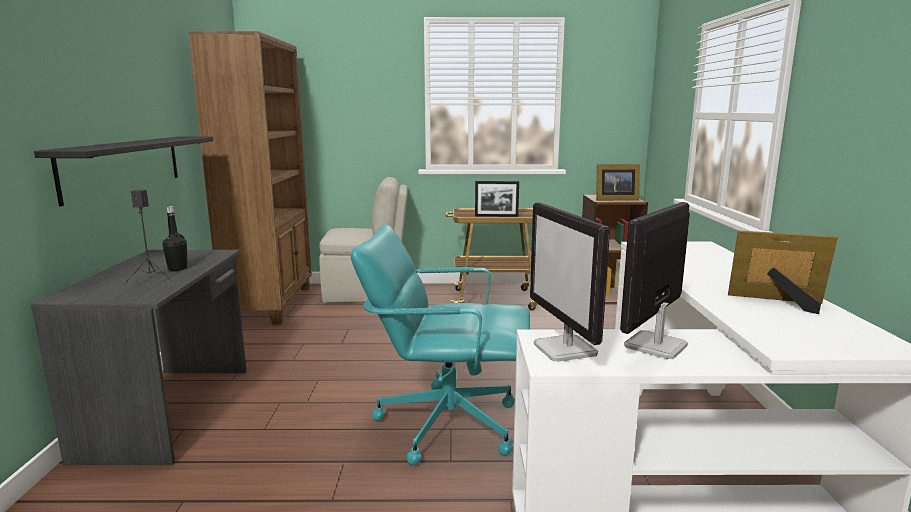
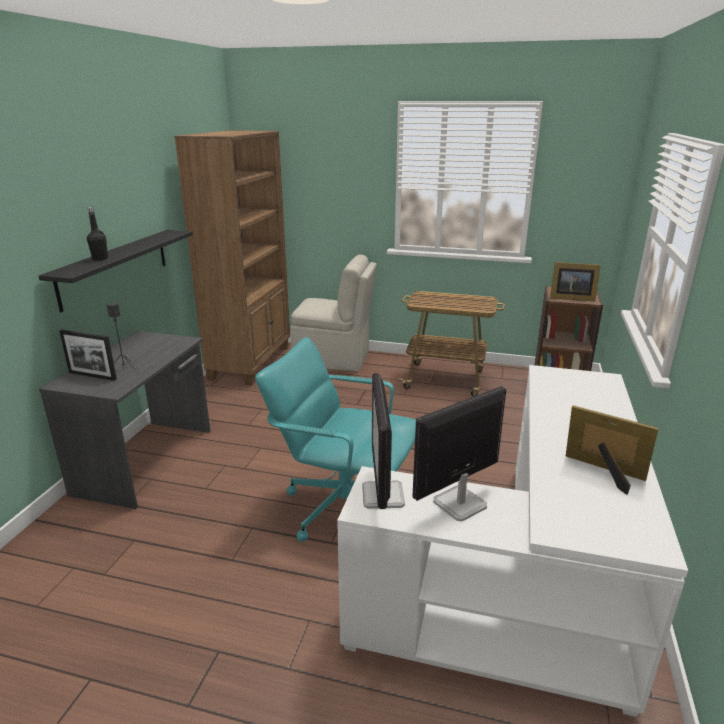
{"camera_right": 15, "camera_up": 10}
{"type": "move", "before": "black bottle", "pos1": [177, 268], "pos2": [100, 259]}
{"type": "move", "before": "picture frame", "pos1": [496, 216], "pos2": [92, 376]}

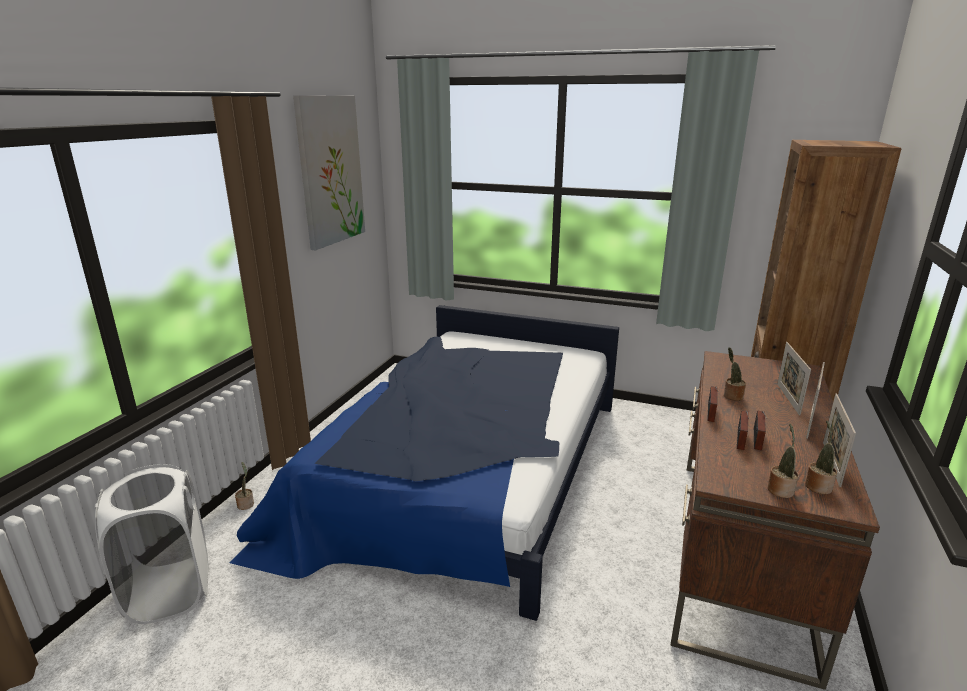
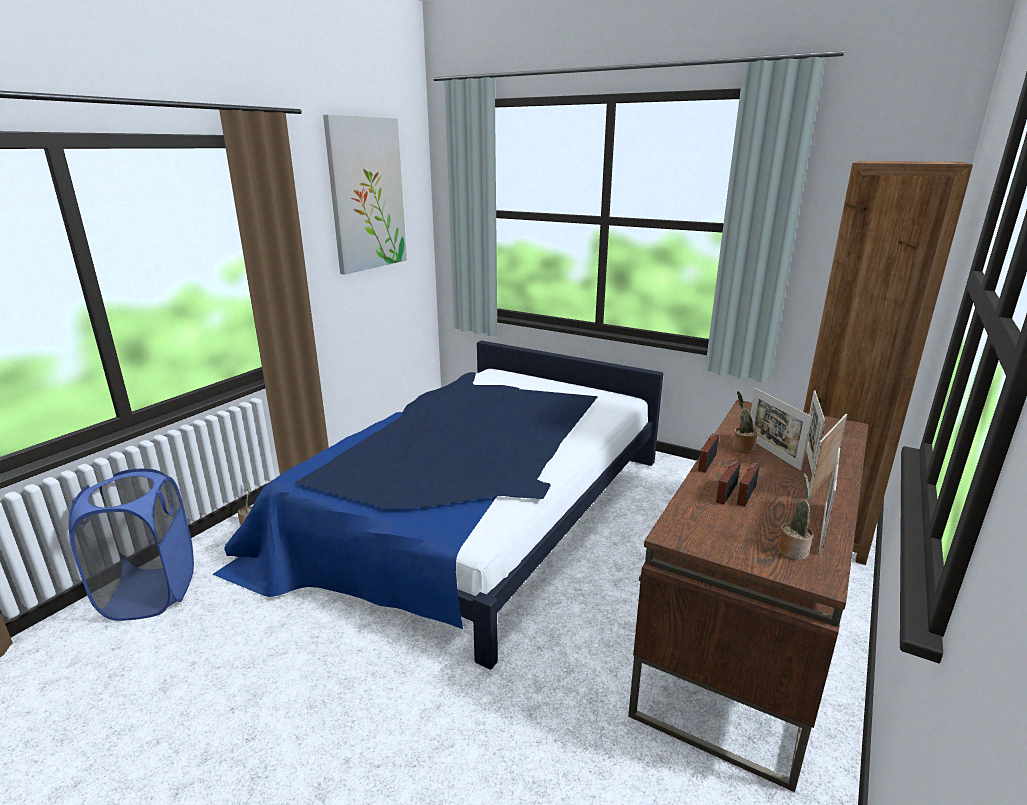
{"camera_right": 10, "camera_up": 0}
{"type": "delete", "before": "potted plant", "pos1": [780, 489]}
{"type": "insert", "after": "picture frame", "pos2": [772, 453]}
{"type": "recolor", "before": "white laundry basket", "after": "blue laundry basket", "pos1": [169, 590], "pos2": [150, 593]}

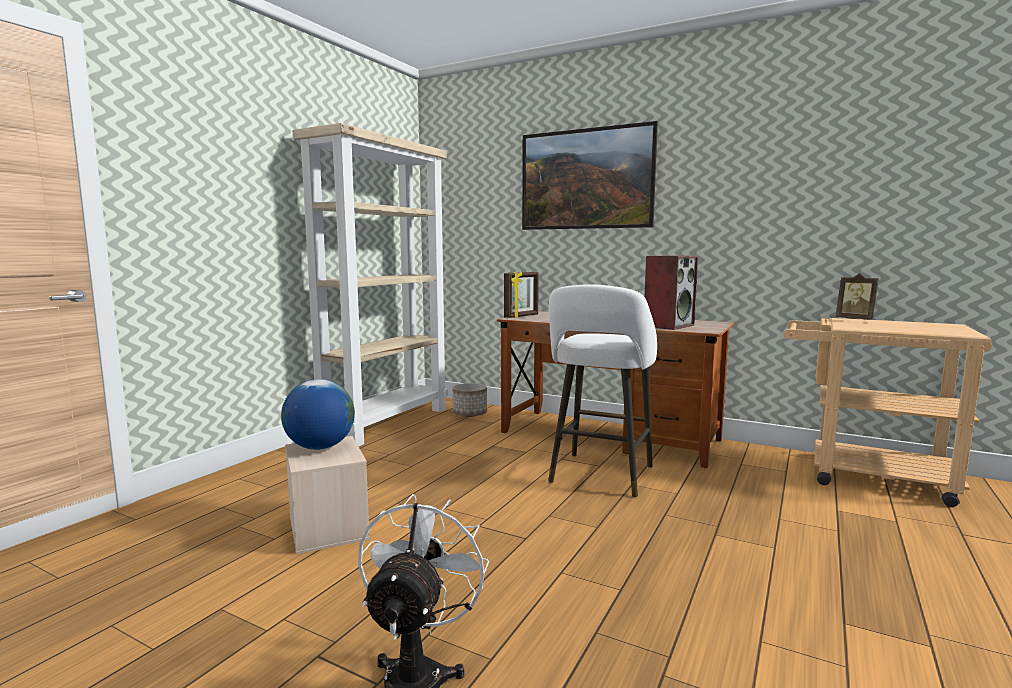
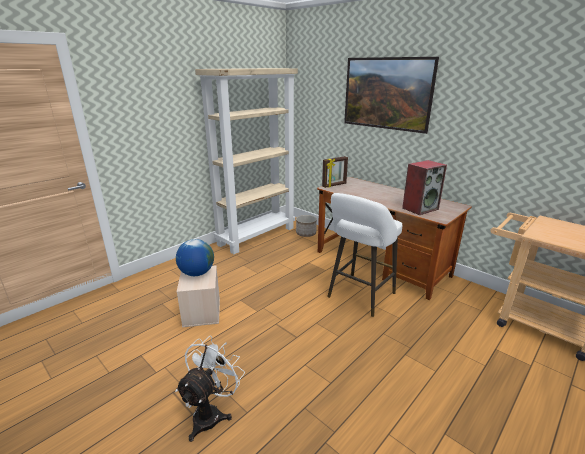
{"camera_right": 15, "camera_up": 15}
{"type": "delete", "before": "picture frame", "pos1": [855, 319]}

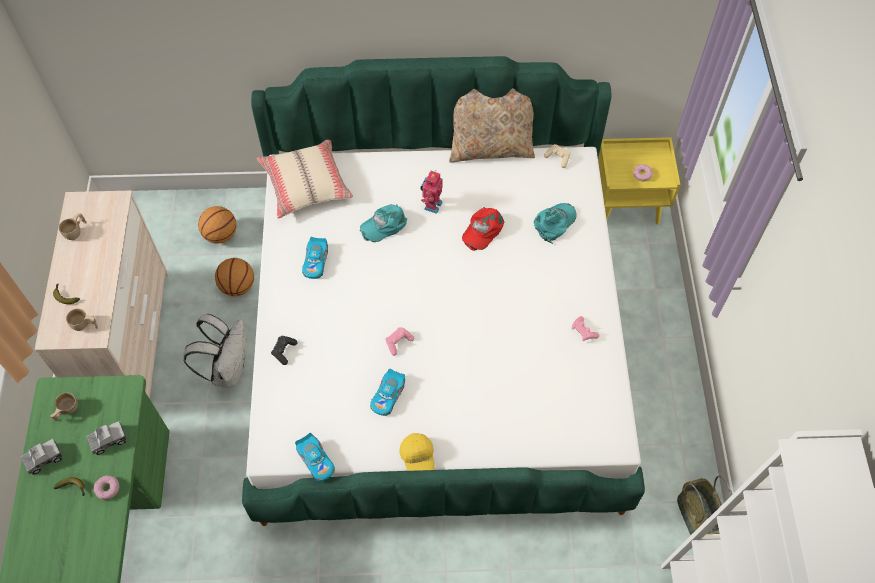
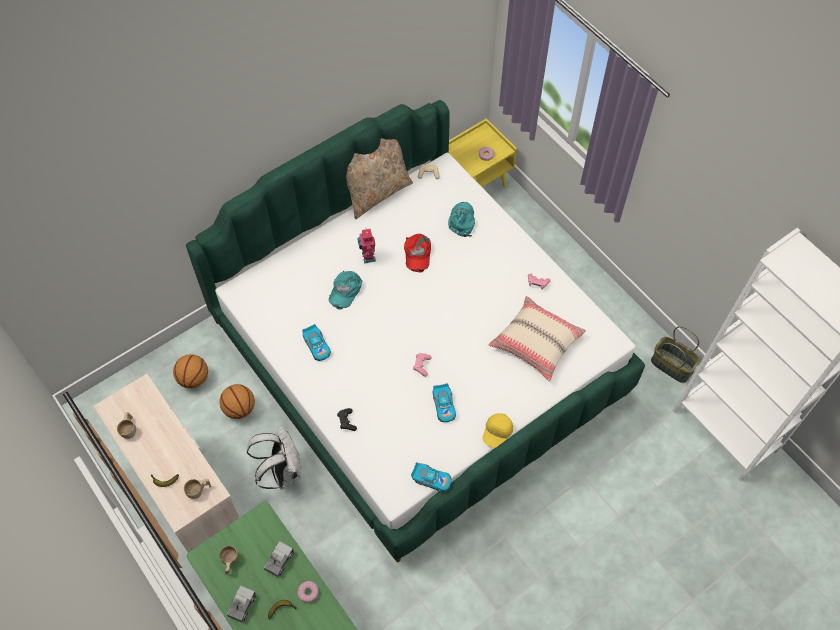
{"camera_right": -35, "camera_up": 0}
{"type": "move", "before": "beige pillow", "pos1": [305, 184], "pos2": [536, 343]}
{"type": "rotate", "before": "yellow cap", "pos1": [418, 458], "pos2": [497, 433], "turn": 75}

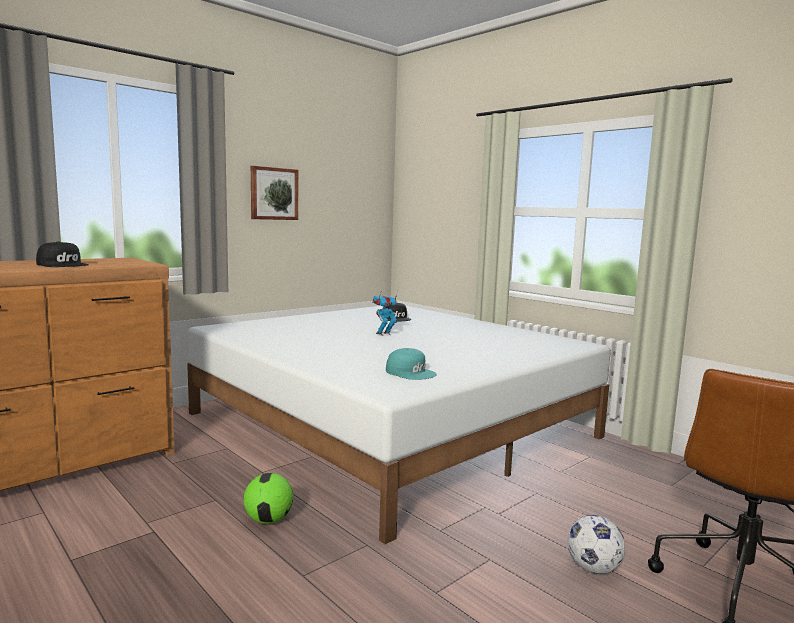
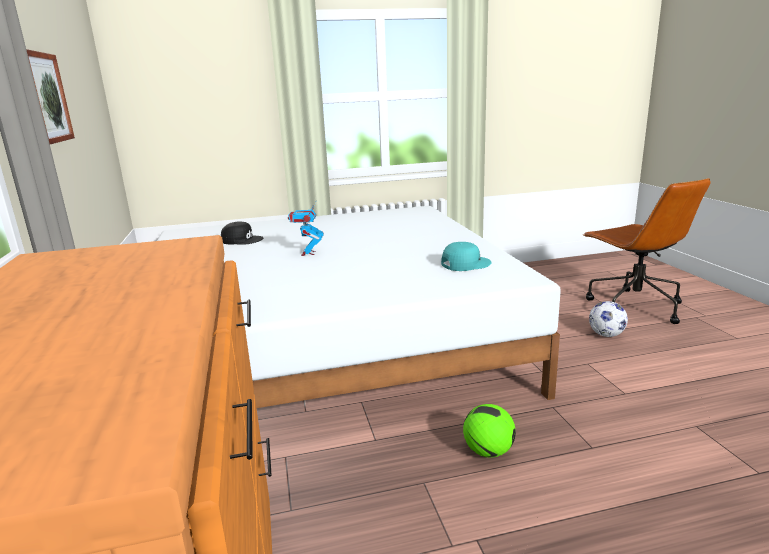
{"camera_right": -60, "camera_up": 10}
{"type": "delete", "before": "black cap", "pos1": [63, 265]}

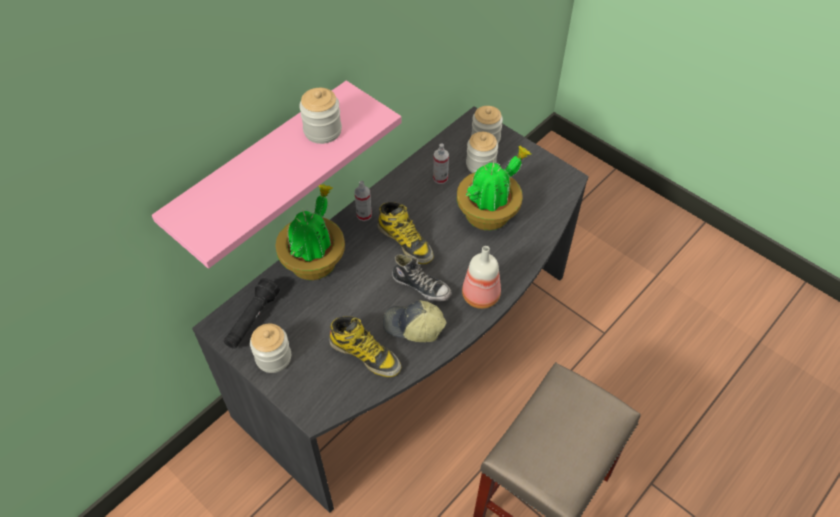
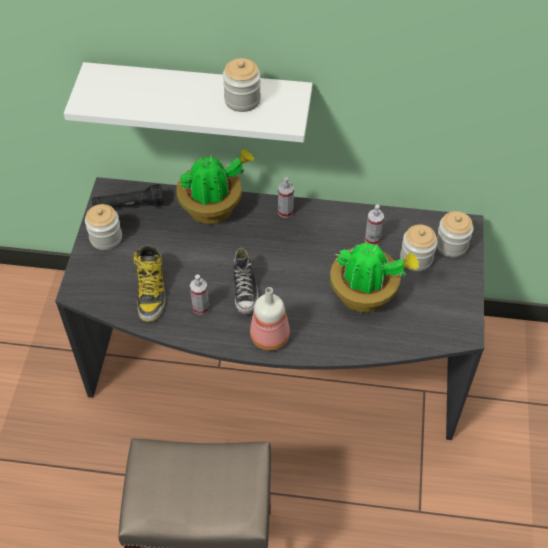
{"camera_right": 55, "camera_up": 0}
{"type": "delete", "before": "boot", "pos1": [405, 241]}
{"type": "replace", "before": "cap", "after": "spray bottle", "pos1": [413, 327], "pos2": [201, 307]}
{"type": "recolor", "before": "pink shelf", "after": "white shelf", "pos1": [261, 167], "pos2": [198, 96]}

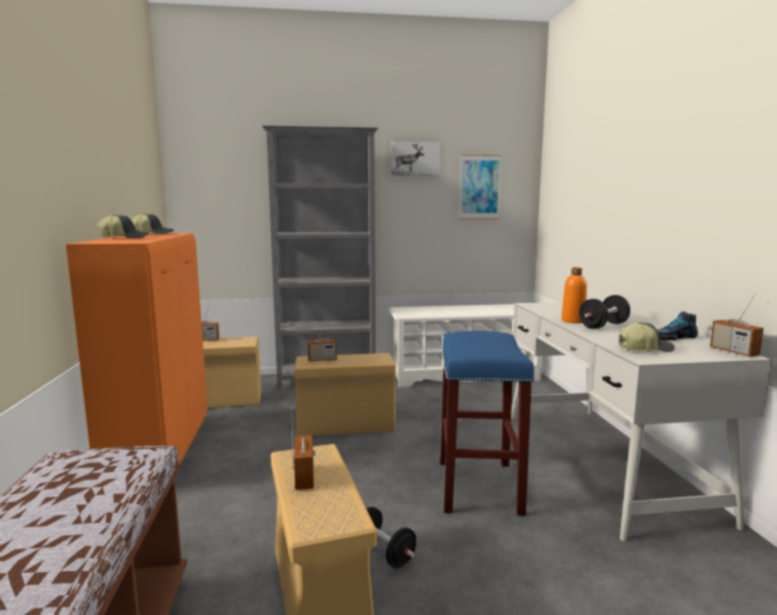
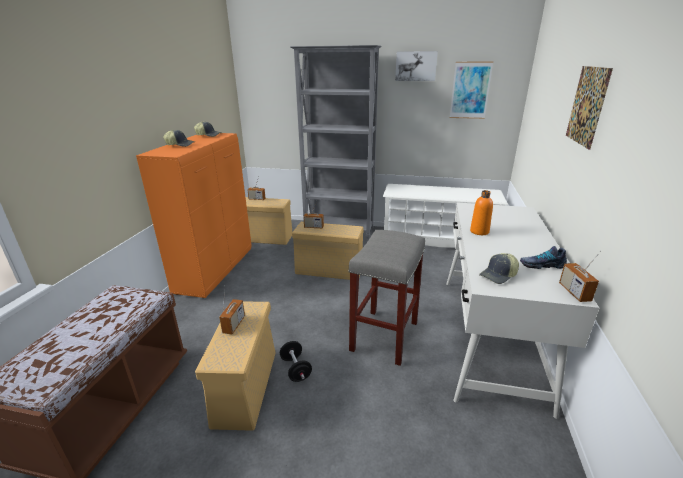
{"camera_right": 20, "camera_up": 15}
{"type": "delete", "before": "black dumbbell", "pos1": [603, 326]}
{"type": "insert", "after": "picture", "pos2": [587, 106]}
{"type": "recolor", "before": "blue stool", "after": "grey stool", "pos1": [477, 485], "pos2": [384, 335]}
{"type": "rotate", "before": "cap", "pos1": [644, 348], "pos2": [499, 275], "turn": 135}

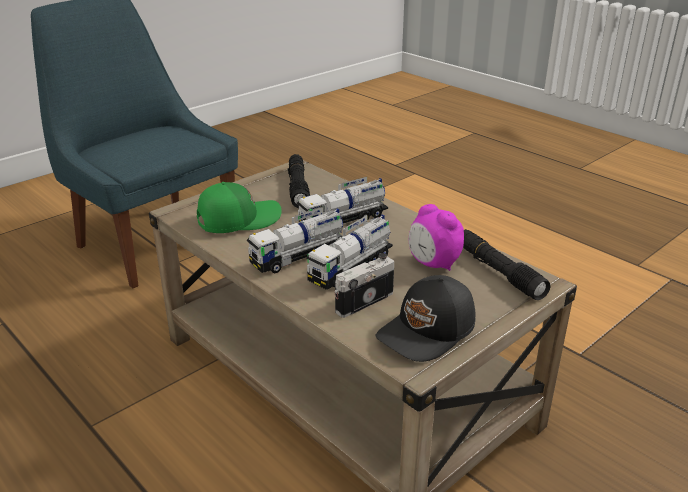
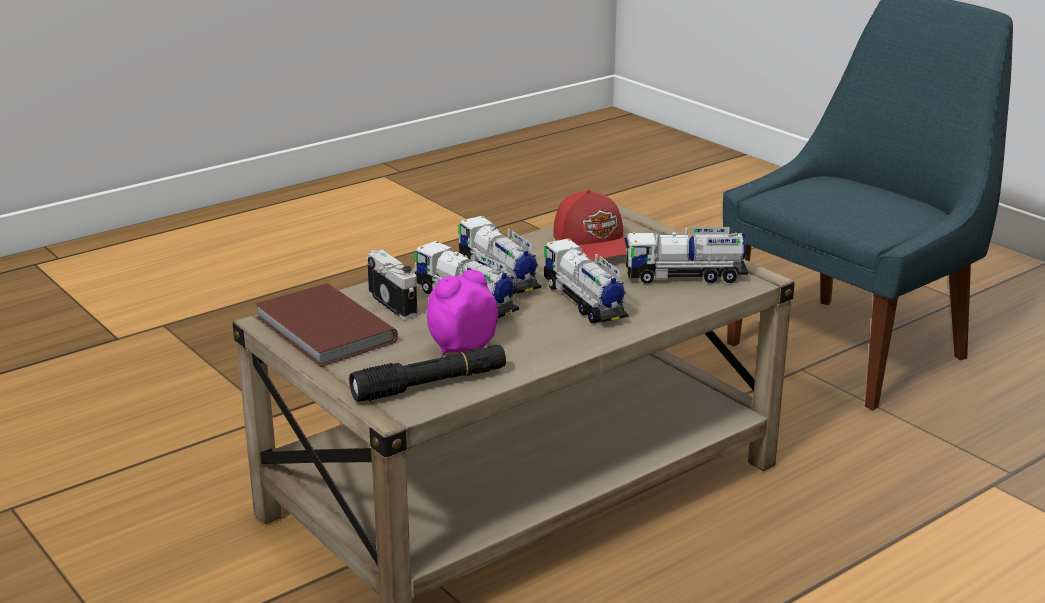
{"camera_right": 95, "camera_up": -5}
{"type": "replace", "before": "black flashlight", "after": "toy truck", "pos1": [298, 187], "pos2": [684, 276]}
{"type": "replace", "before": "black cap", "after": "brown book", "pos1": [428, 332], "pos2": [323, 331]}
{"type": "recolor", "before": "green cap", "after": "red cap", "pos1": [238, 219], "pos2": [594, 245]}

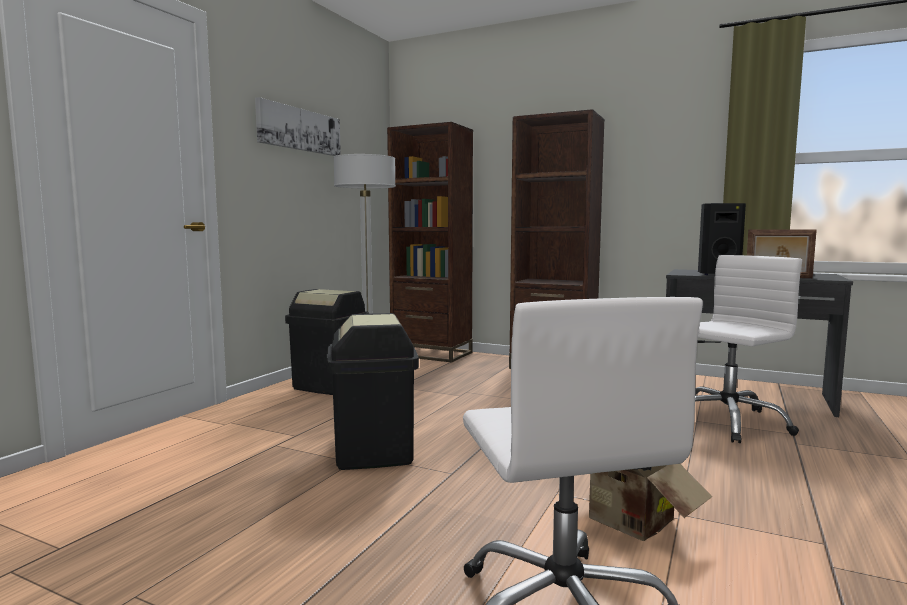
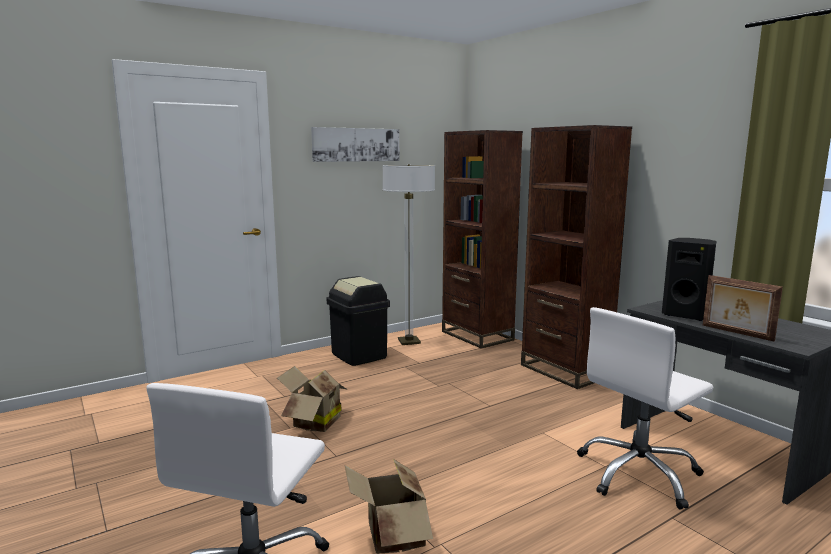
{"camera_right": 30, "camera_up": 5}
{"type": "replace", "before": "black trash can", "after": "cardboard box", "pos1": [374, 451], "pos2": [313, 423]}
{"type": "rotate", "before": "white office chair", "pos1": [727, 422], "pos2": [639, 474], "turn": 150}

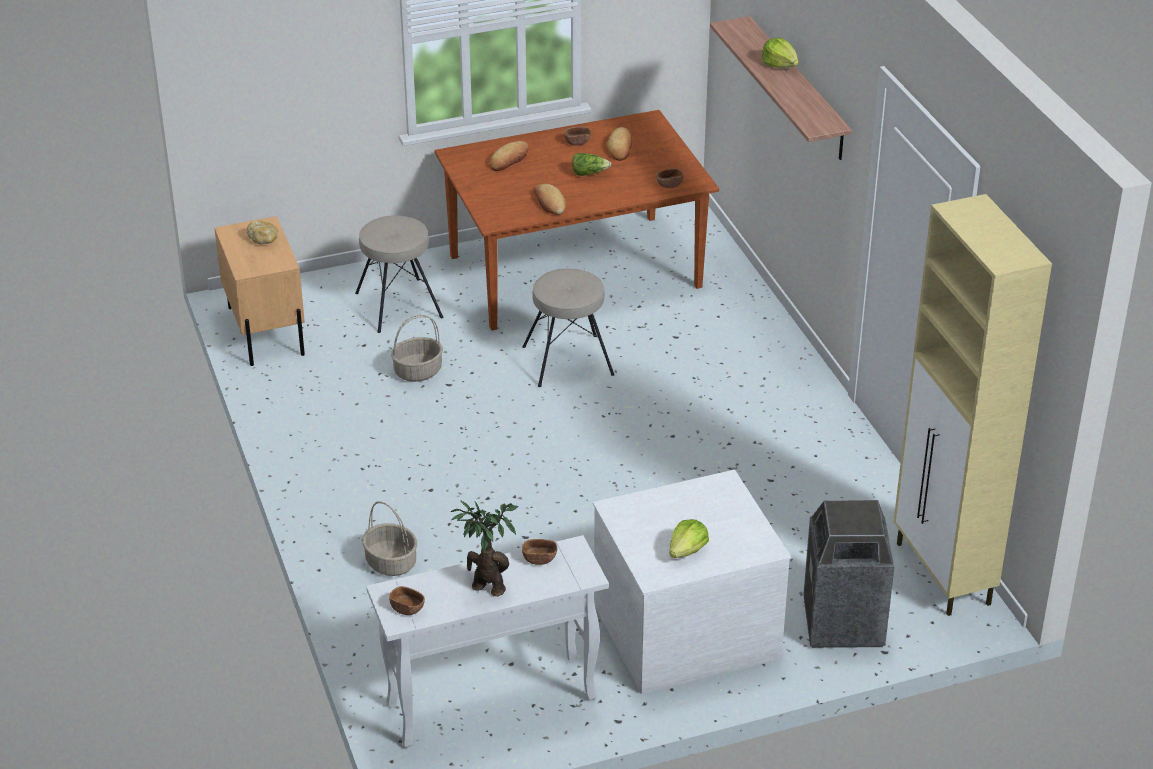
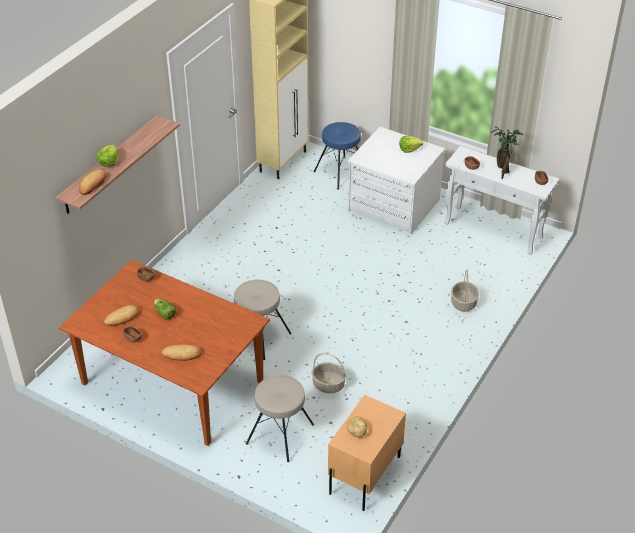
{"camera_right": -130, "camera_up": 5}
{"type": "move", "before": "bread", "pos1": [550, 203], "pos2": [93, 184]}
{"type": "replace", "before": "trash can", "after": "blue stool", "pos1": [843, 623], "pos2": [340, 172]}

